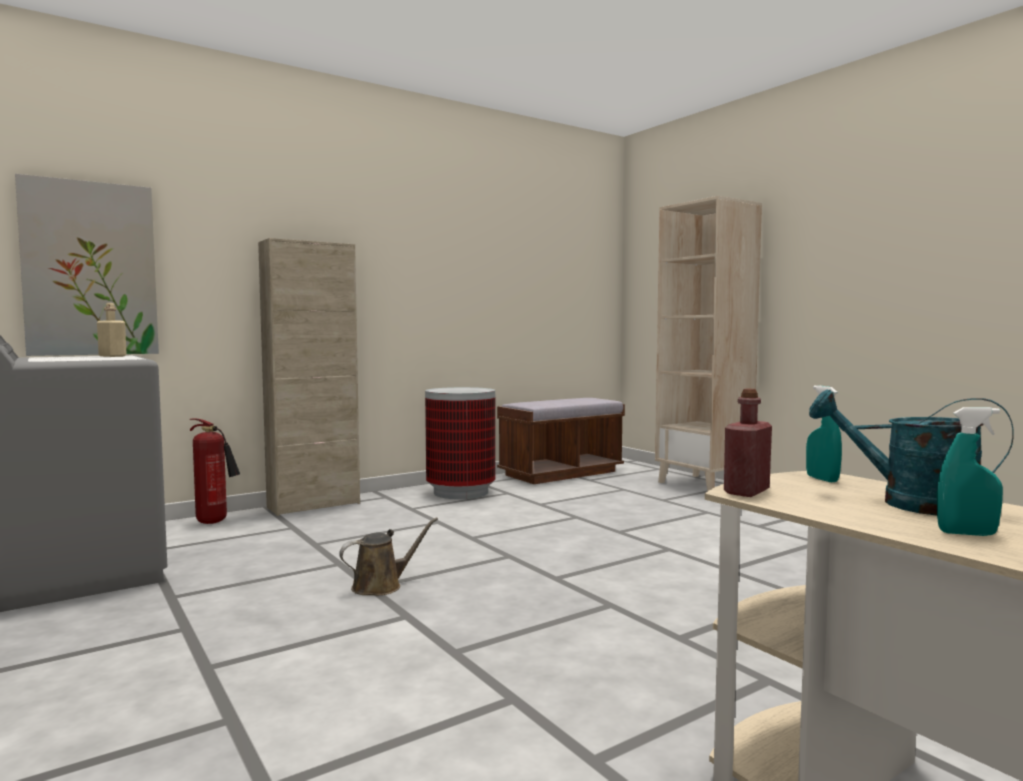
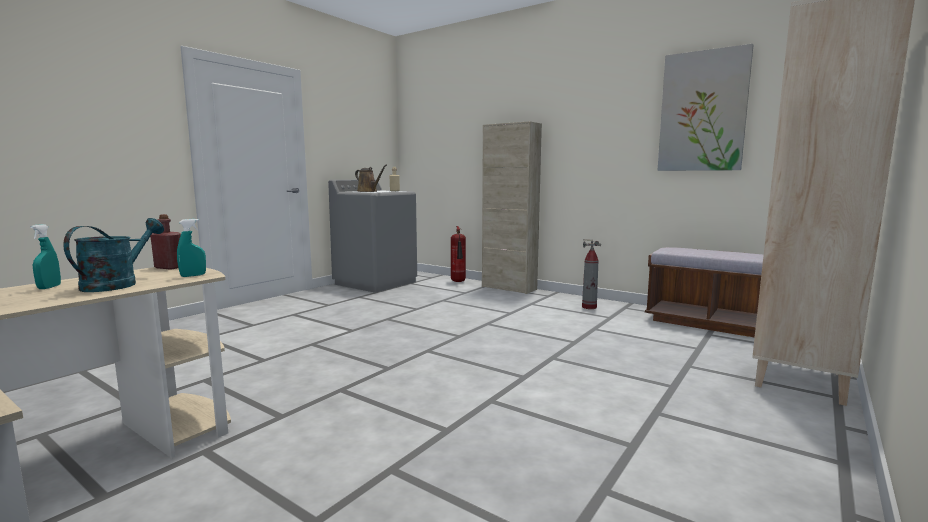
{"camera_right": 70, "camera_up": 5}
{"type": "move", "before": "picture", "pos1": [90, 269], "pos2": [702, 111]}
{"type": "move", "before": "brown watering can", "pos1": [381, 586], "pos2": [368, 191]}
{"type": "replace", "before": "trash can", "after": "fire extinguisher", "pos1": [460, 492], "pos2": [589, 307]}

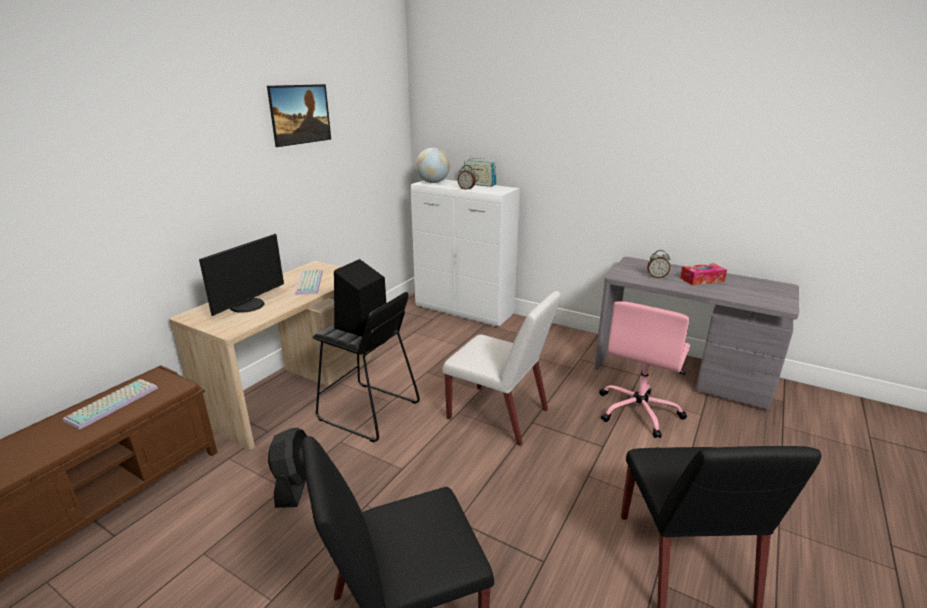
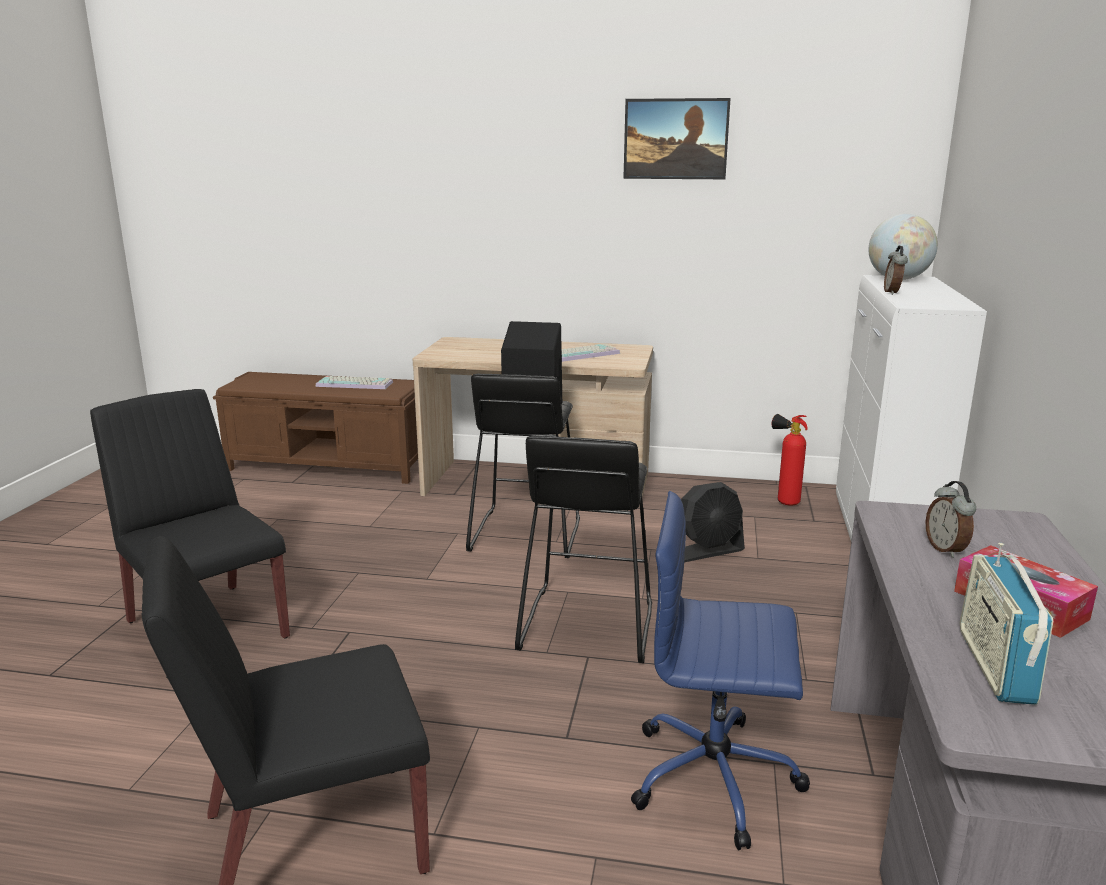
{"camera_right": 70, "camera_up": -5}
{"type": "delete", "before": "monitor", "pos1": [249, 306]}
{"type": "insert", "after": "fire extinguisher", "pos2": [783, 502]}
{"type": "move", "before": "black fan", "pos1": [294, 484], "pos2": [706, 551]}
{"type": "move", "before": "radio", "pos1": [479, 184], "pos2": [995, 666]}
{"type": "replace", "before": "white chair", "after": "black stool", "pos1": [499, 415], "pos2": [586, 624]}
{"type": "recolor", "before": "pink office chair", "after": "blue office chair", "pos1": [638, 411], "pos2": [717, 778]}

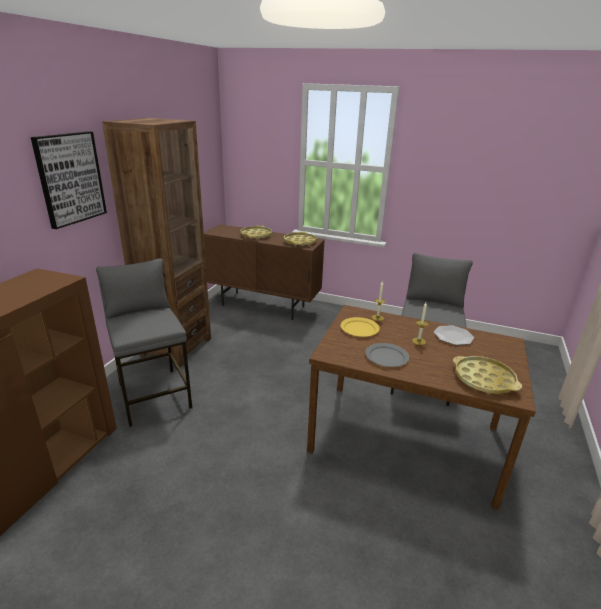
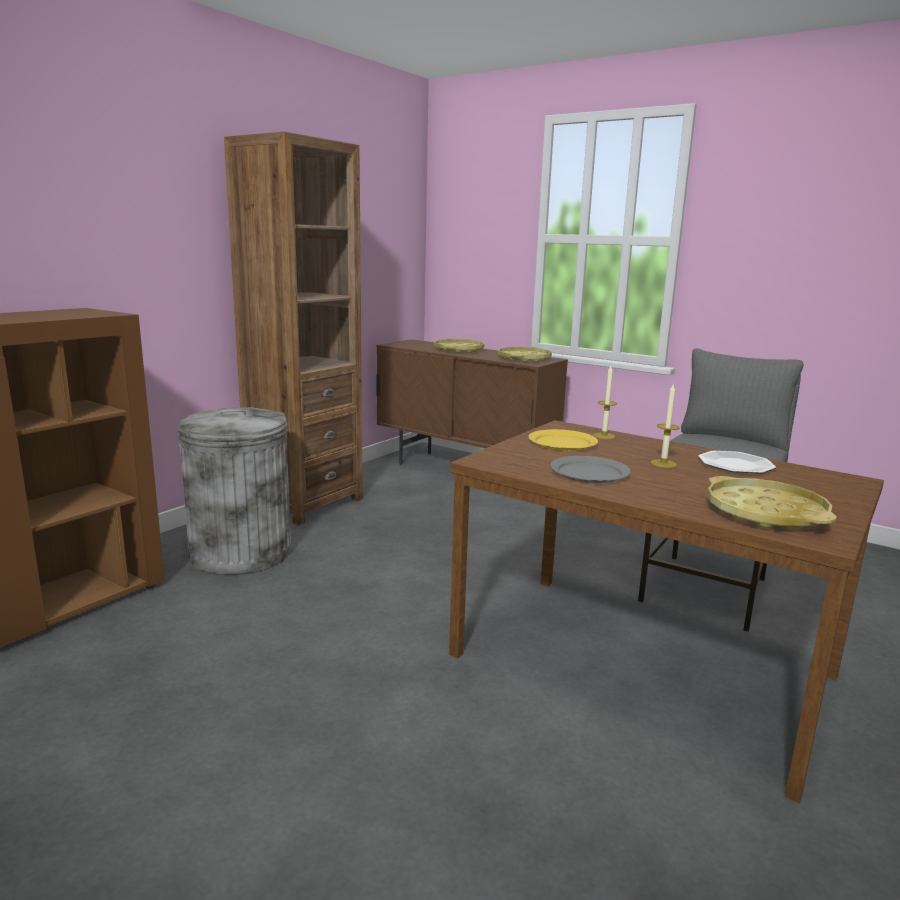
{"camera_right": 15, "camera_up": -10}
{"type": "delete", "before": "picture", "pos1": [70, 178]}
{"type": "replace", "before": "grey stool", "after": "grey trash can", "pos1": [154, 395], "pos2": [241, 552]}

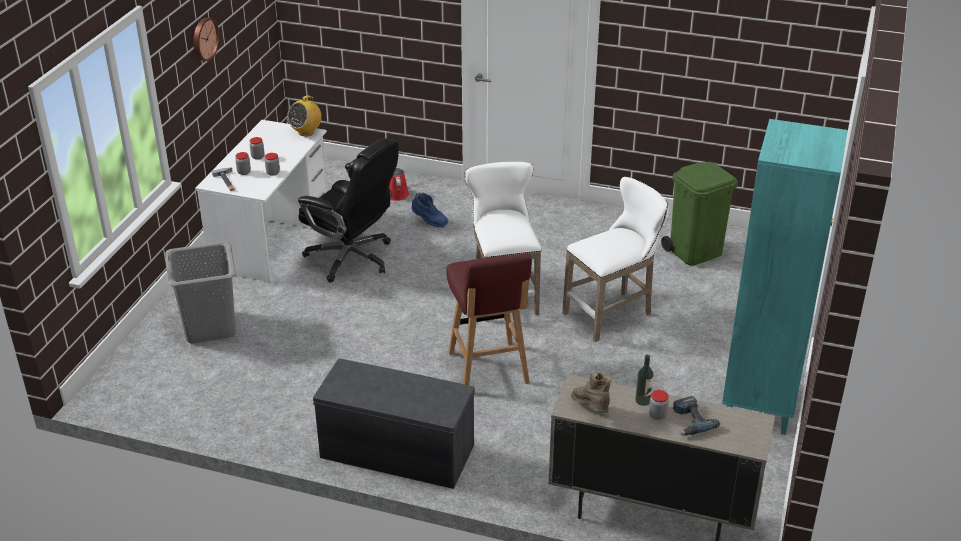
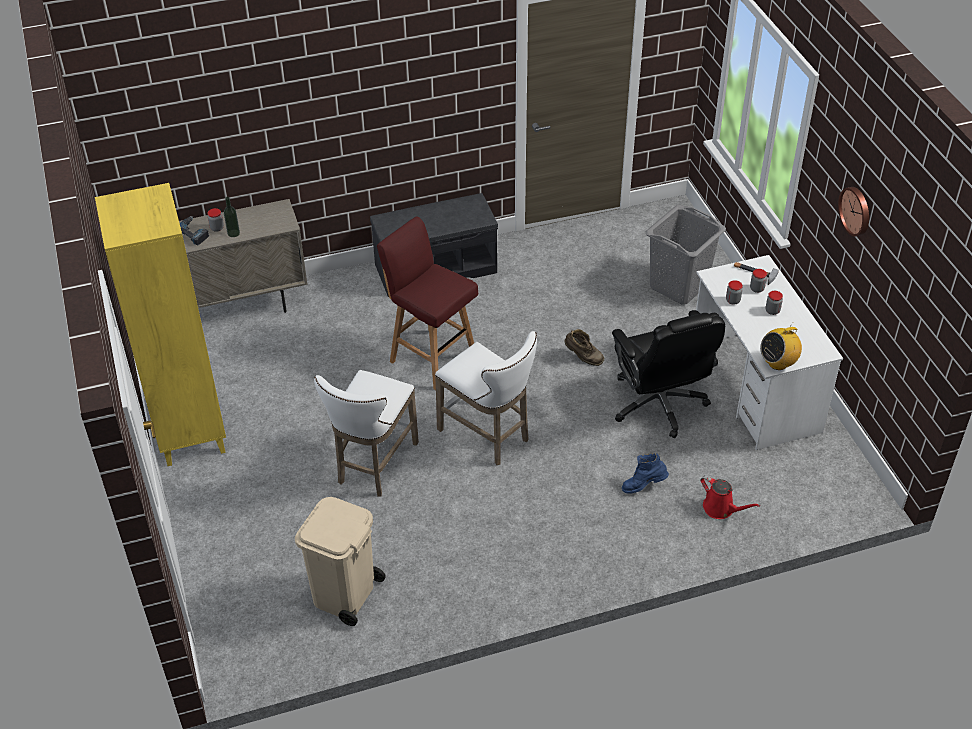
{"camera_right": 145, "camera_up": 10}
{"type": "move", "before": "brown boot", "pos1": [591, 409], "pos2": [583, 357]}
{"type": "recolor", "before": "green trash can", "after": "beige trash can", "pos1": [695, 252], "pos2": [344, 594]}
{"type": "recolor", "before": "turquoise bookcase", "after": "yellow bookcase", "pos1": [759, 405], "pos2": [190, 434]}
{"type": "rotate", "before": "radio", "pos1": [306, 132], "pos2": [778, 363], "turn": -120}
{"type": "rotate", "before": "black office chair", "pos1": [352, 258], "pos2": [659, 404], "turn": -105}

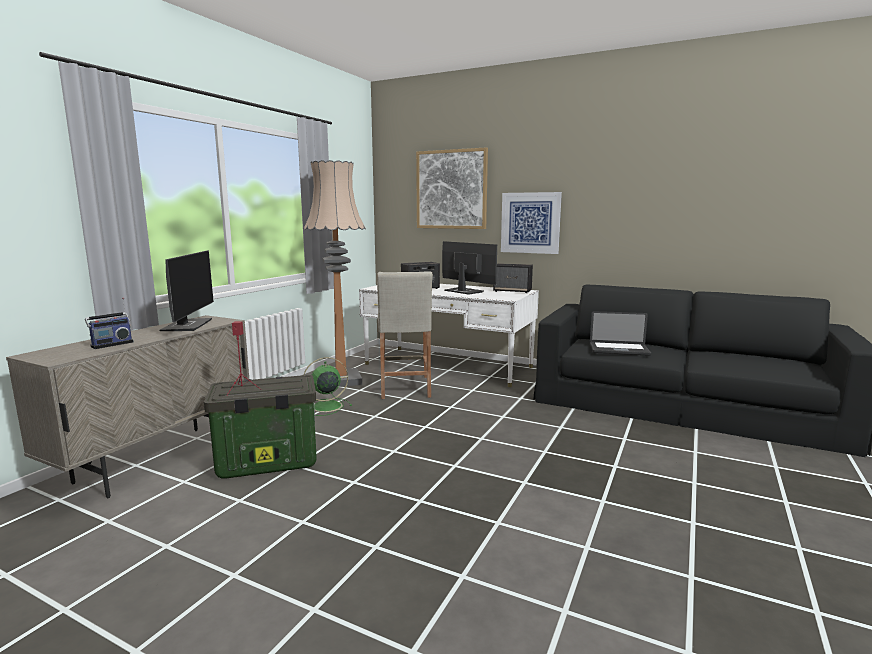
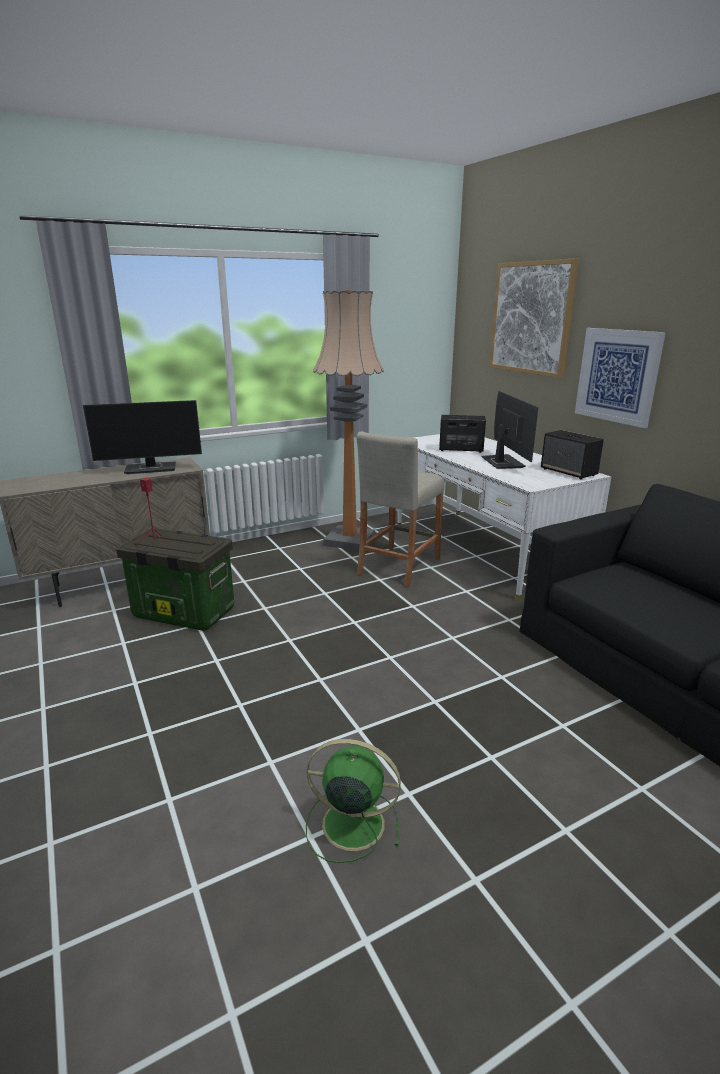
{"camera_right": 35, "camera_up": 10}
{"type": "delete", "before": "radio", "pos1": [111, 344]}
{"type": "delete", "before": "laptop", "pos1": [619, 350]}
{"type": "move", "before": "green fan", "pos1": [325, 407], "pos2": [350, 823]}
{"type": "rotate", "before": "monitor", "pos1": [187, 325], "pos2": [152, 468], "turn": 45}

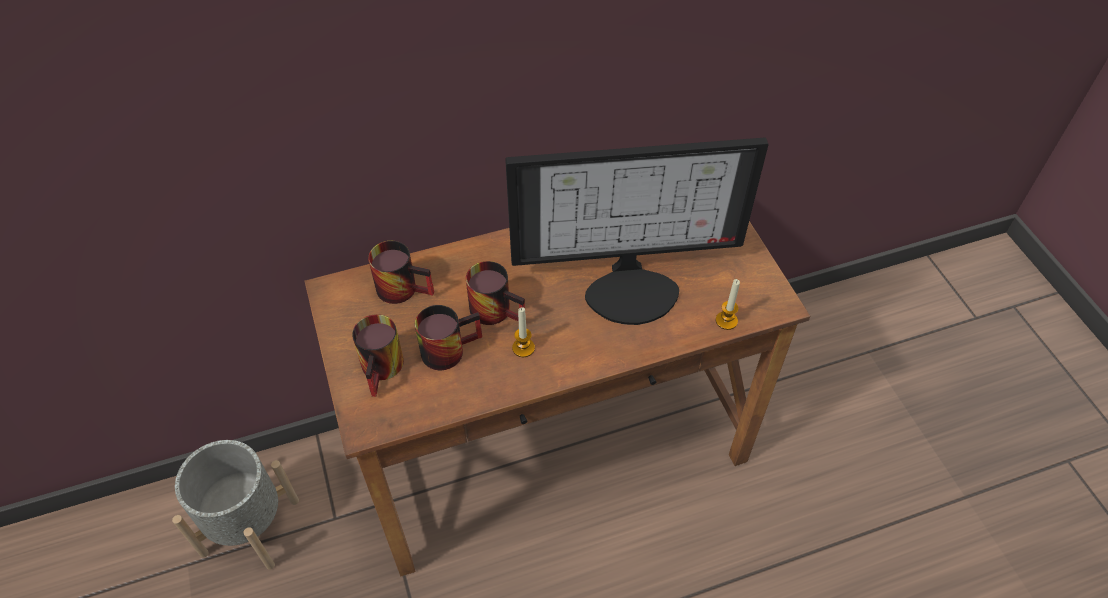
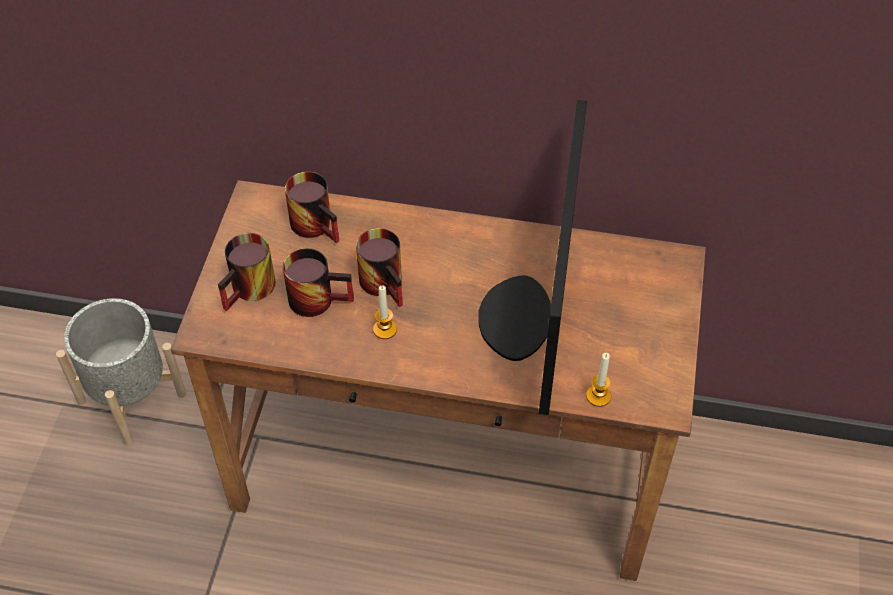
{"camera_right": 30, "camera_up": 0}
{"type": "rotate", "before": "monitor", "pos1": [632, 287], "pos2": [528, 320], "turn": 75}

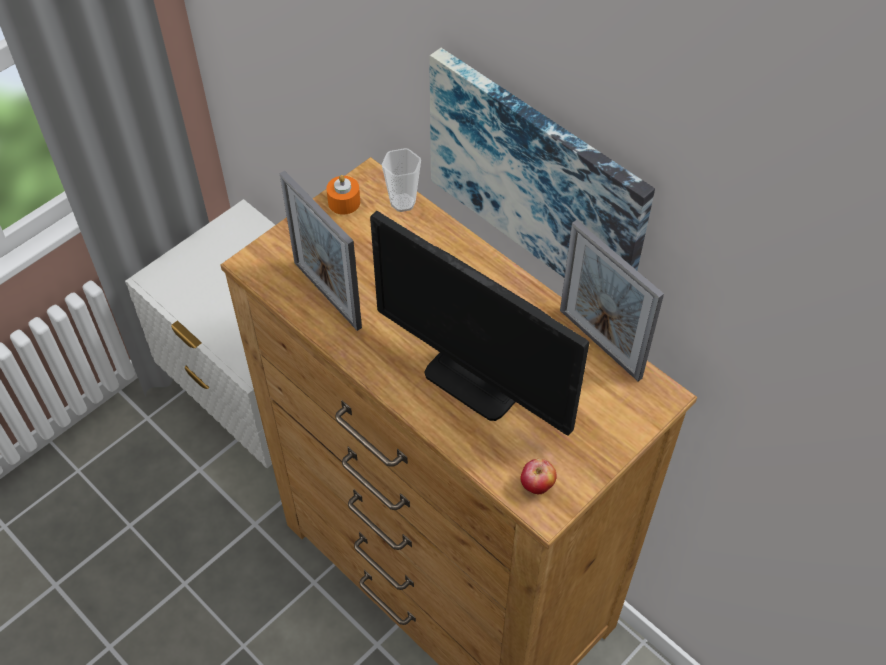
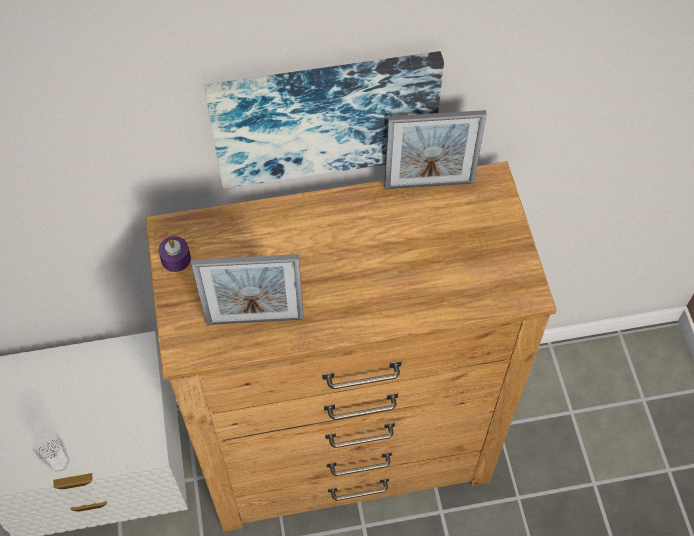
{"camera_right": -55, "camera_up": 5}
{"type": "delete", "before": "monitor", "pos1": [476, 379]}
{"type": "delete", "before": "apple", "pos1": [537, 486]}
{"type": "move", "before": "cup", "pos1": [403, 202], "pos2": [59, 462]}
{"type": "recolor", "before": "orange candle", "after": "purple candle", "pos1": [344, 202], "pos2": [176, 259]}

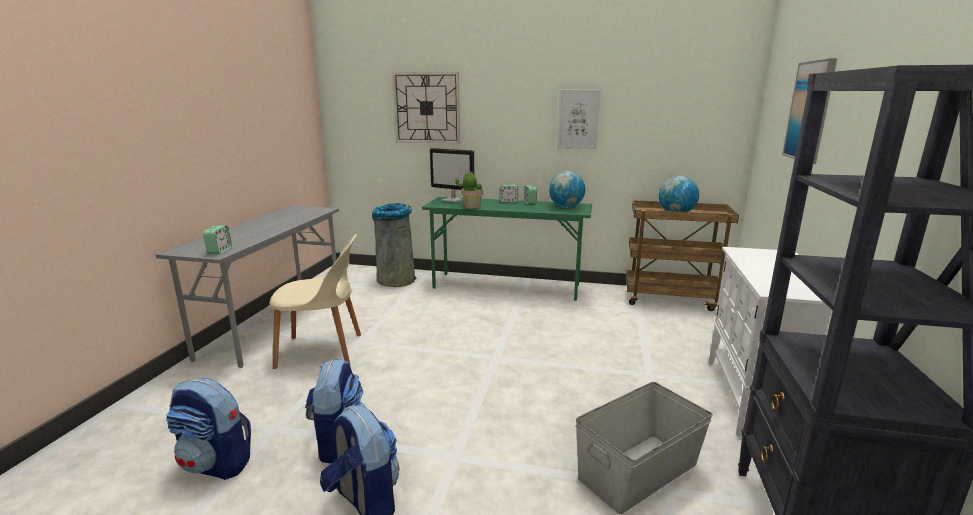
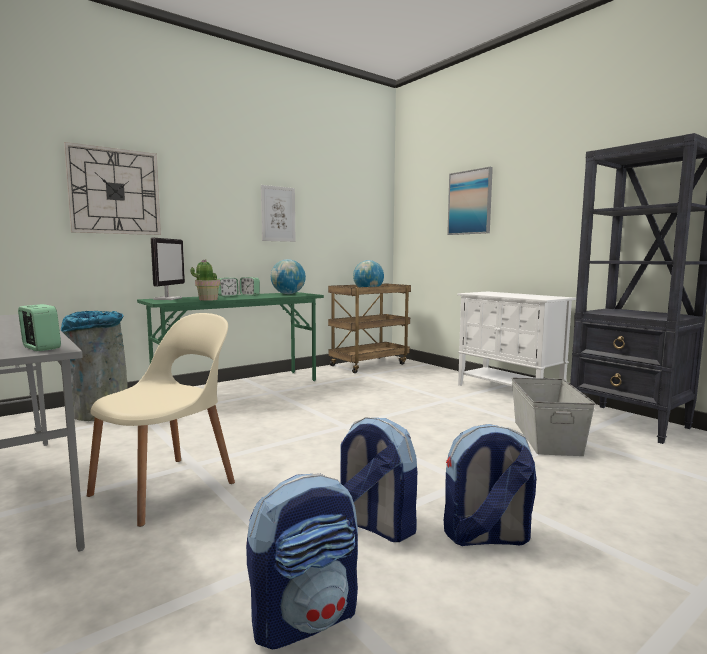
{"camera_right": -50, "camera_up": -10}
{"type": "rotate", "before": "monitor", "pos1": [453, 200], "pos2": [167, 299], "turn": -60}

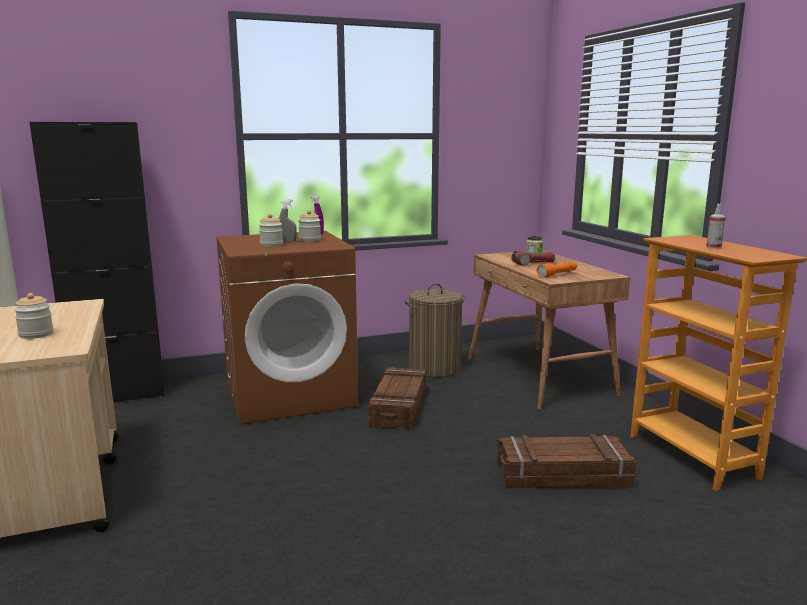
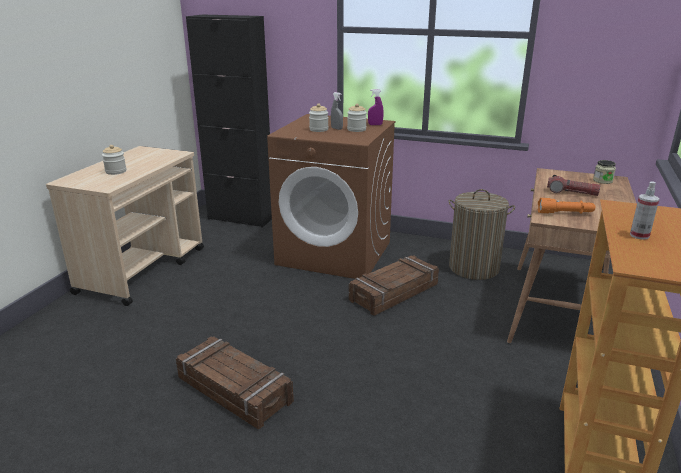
{"camera_right": 40, "camera_up": 10}
{"type": "move", "before": "crate", "pos1": [563, 475], "pos2": [233, 390]}

